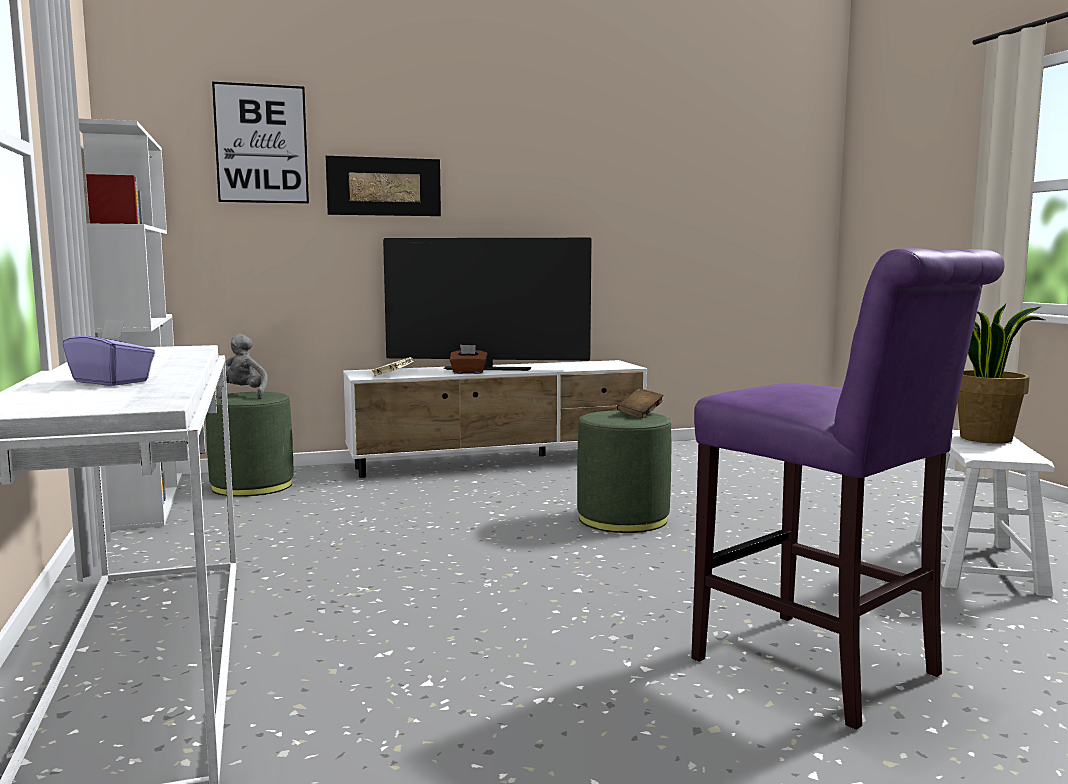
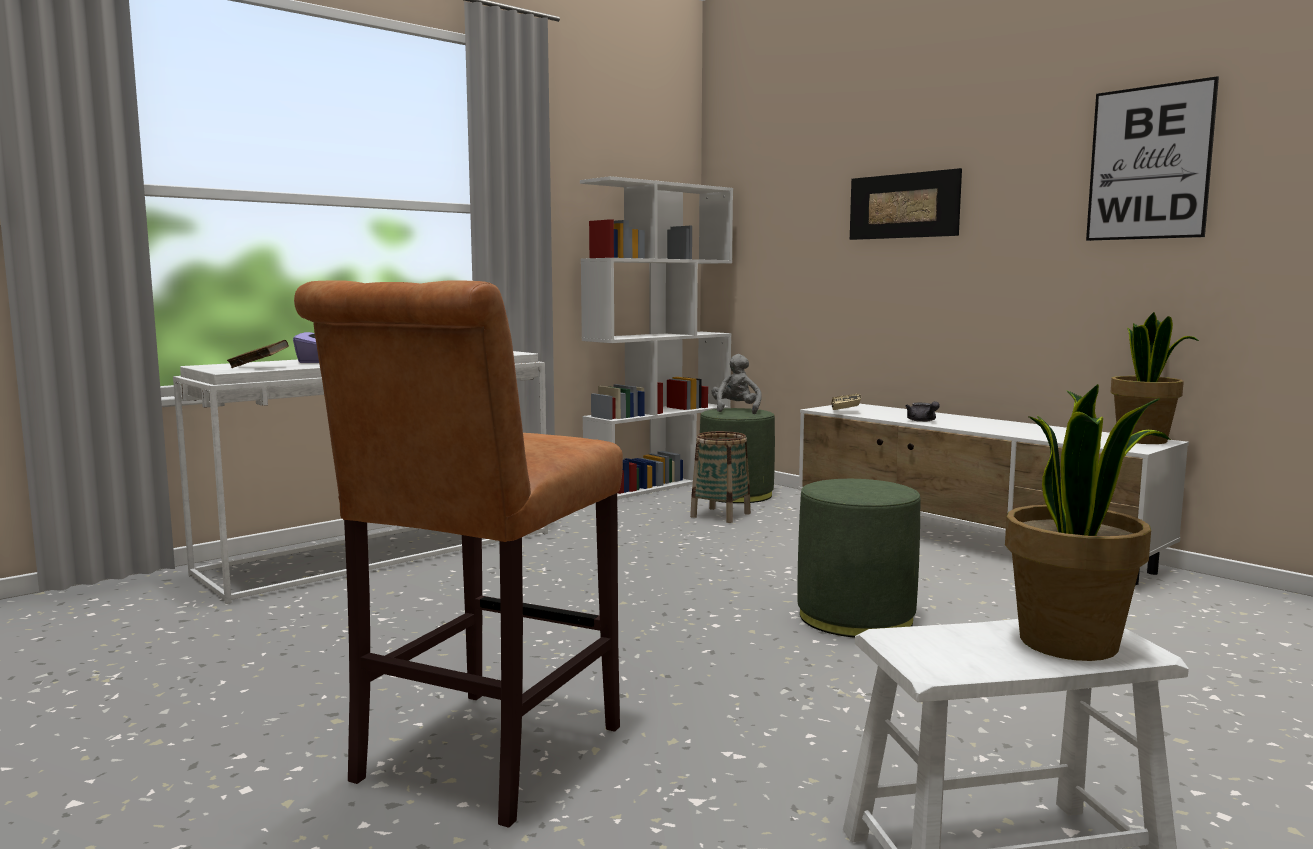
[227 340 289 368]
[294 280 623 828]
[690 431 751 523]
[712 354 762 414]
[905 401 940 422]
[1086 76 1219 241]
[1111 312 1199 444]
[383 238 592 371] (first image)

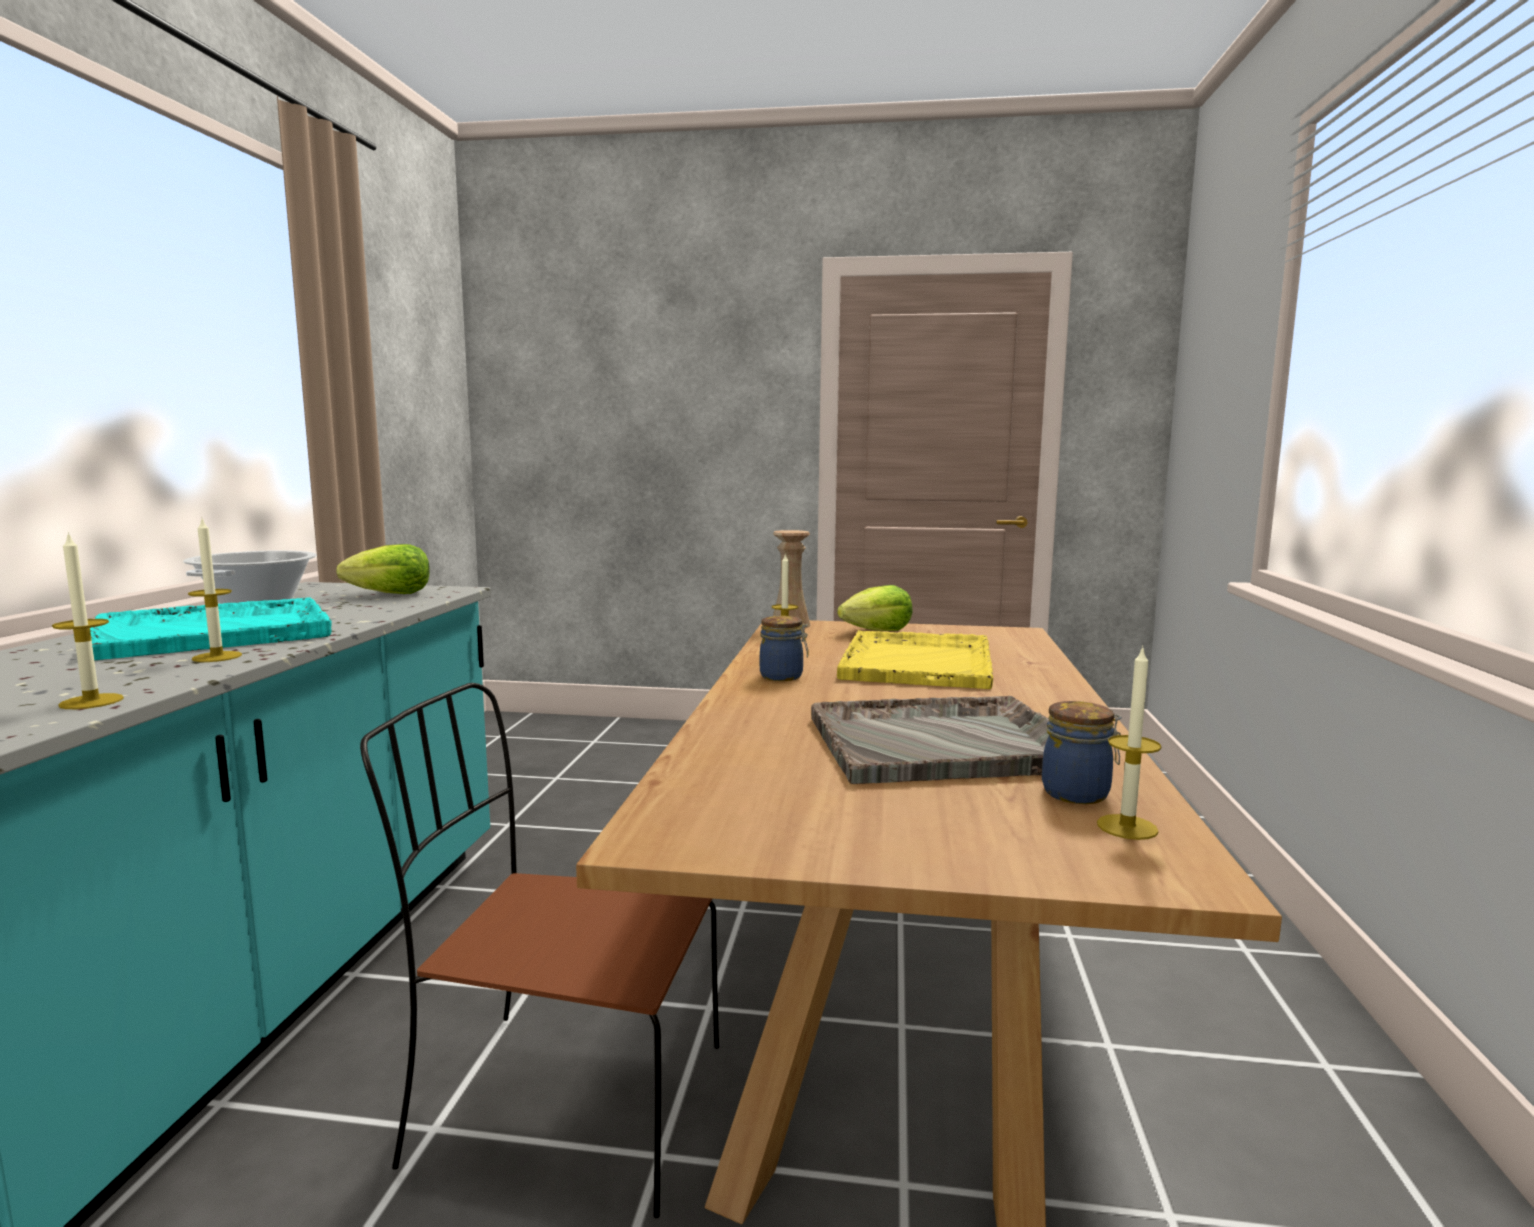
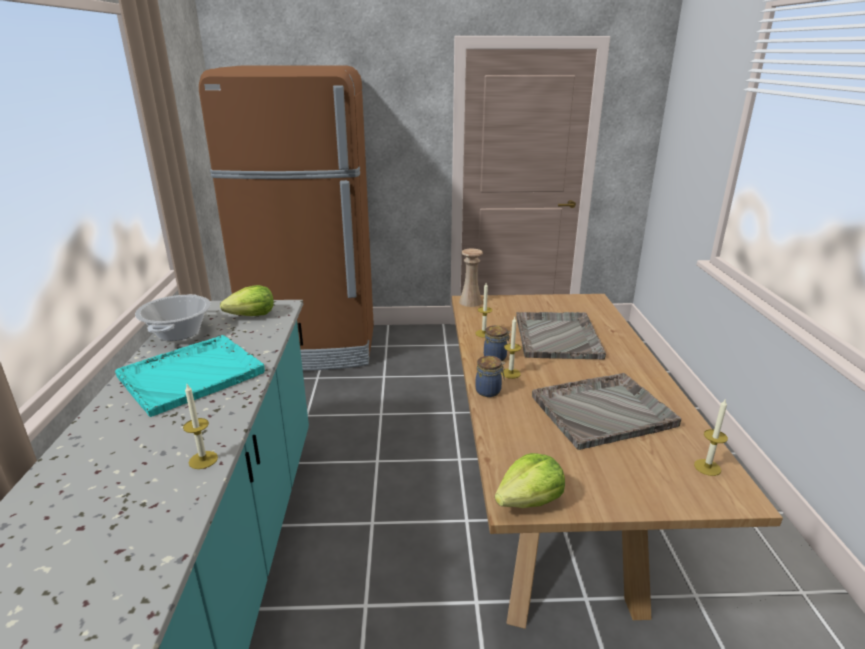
[199 65 374 371]
[475 356 505 397]
[495 453 565 508]
[501 317 521 379]
[516 312 606 359]
[360 683 719 1218] (first image)

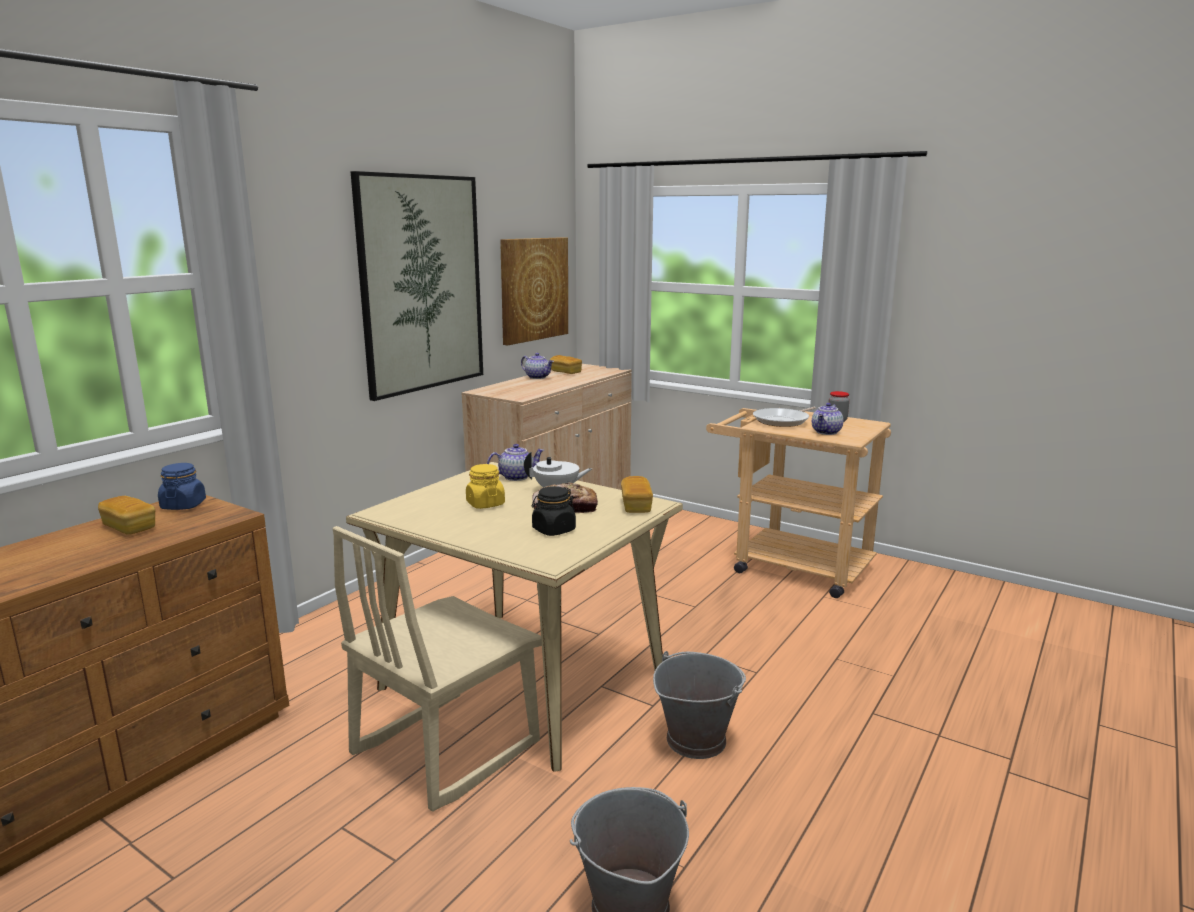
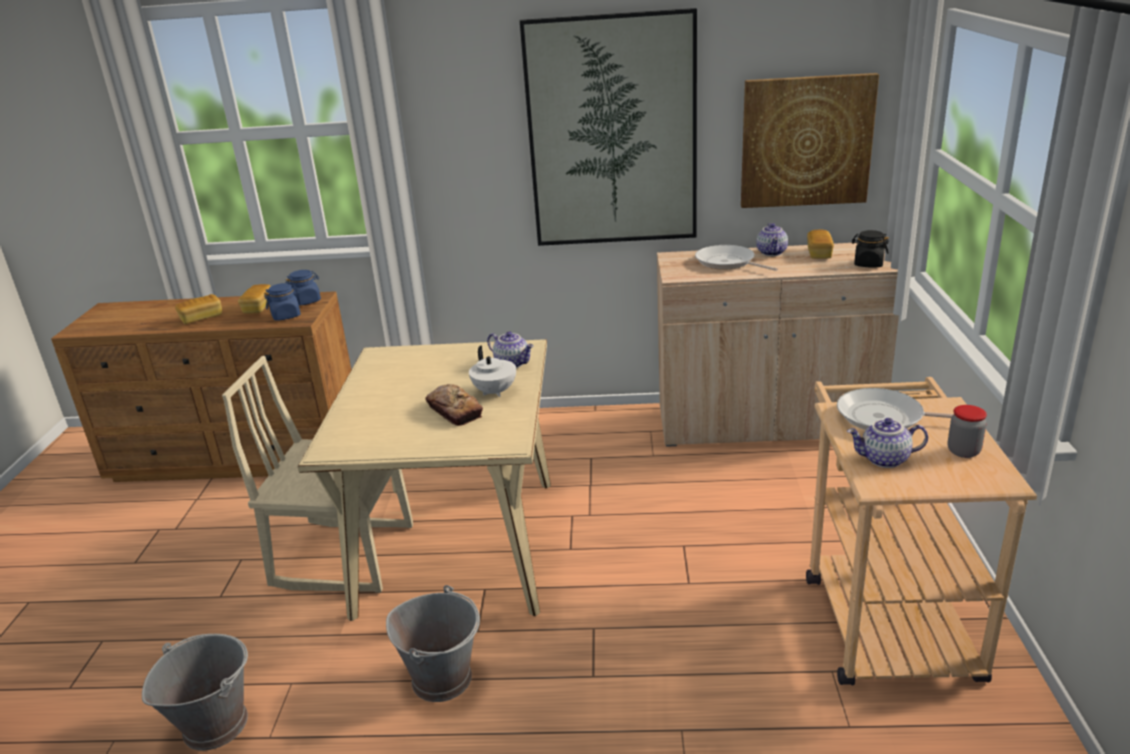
[175 294 222 324]
[264 283 301 321]
[695 245 778 271]
[852 230 889 267]
[466 464 505 509] (first image)

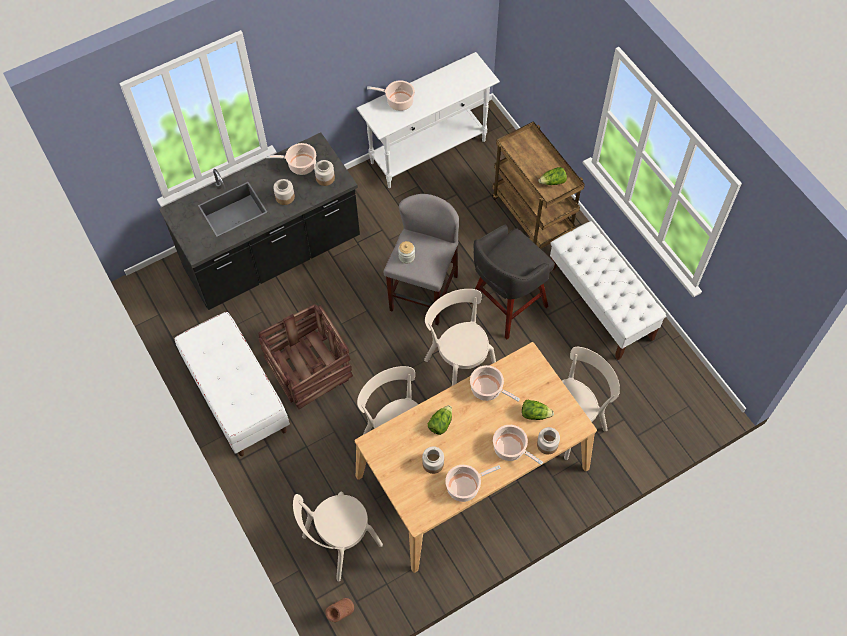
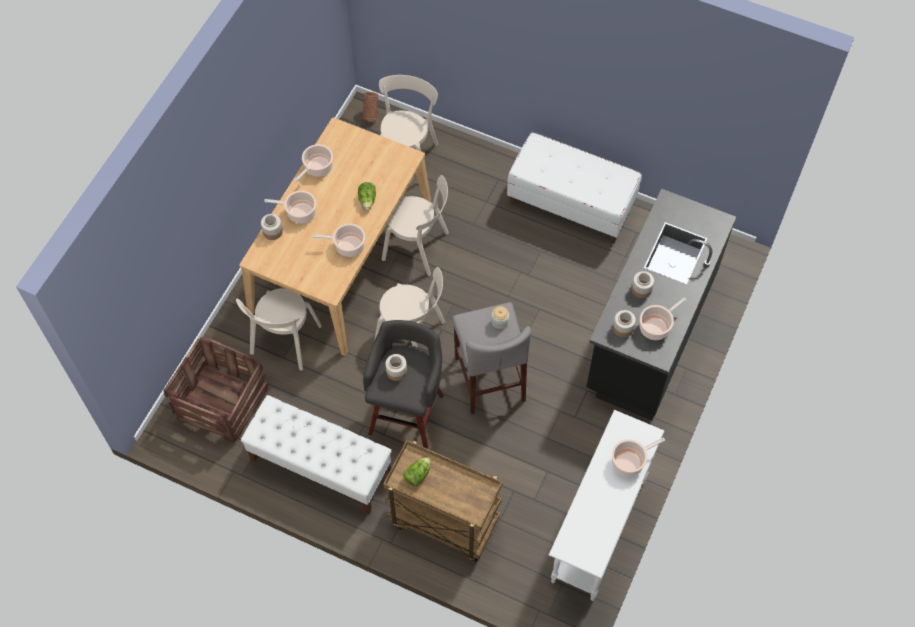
[163 336 268 443]
[385 354 407 381]
[522 399 554 420] (first image)

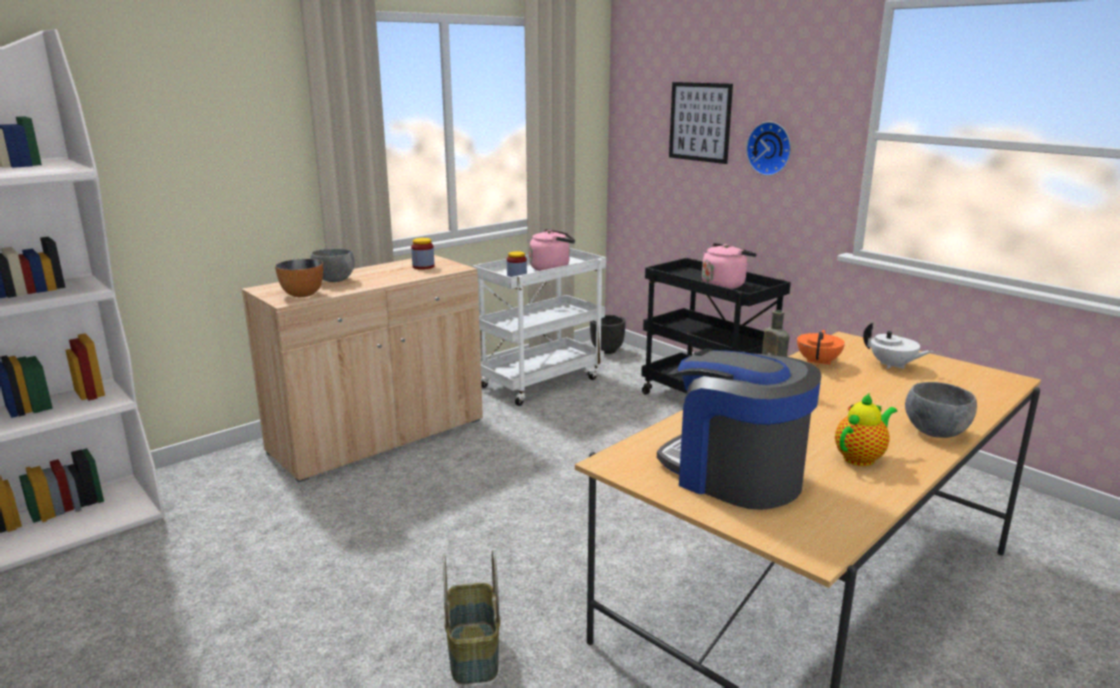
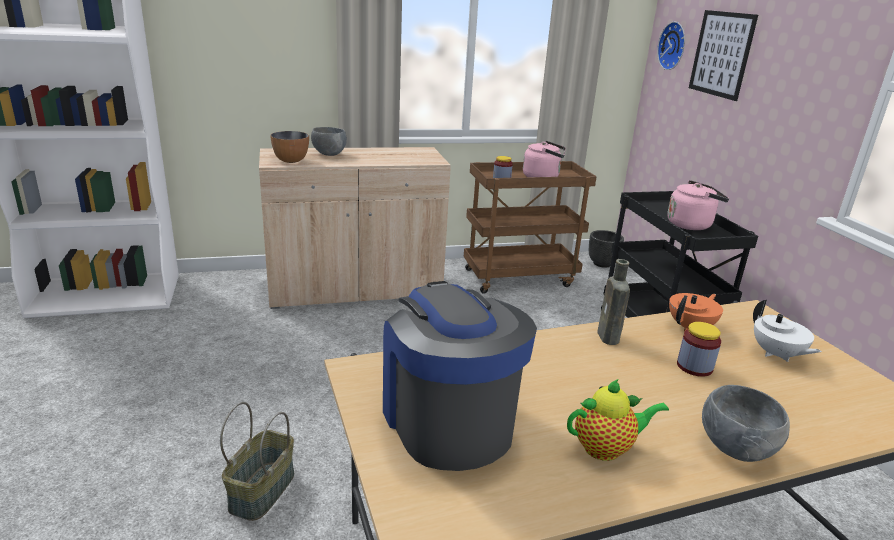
[464 161 597 294]
[657 22 685 70]
[677 322 721 377]

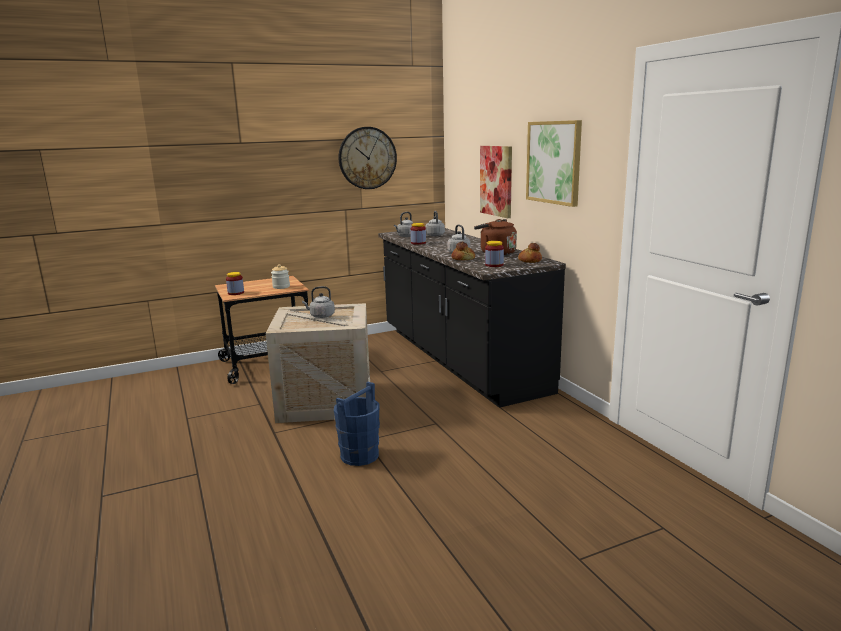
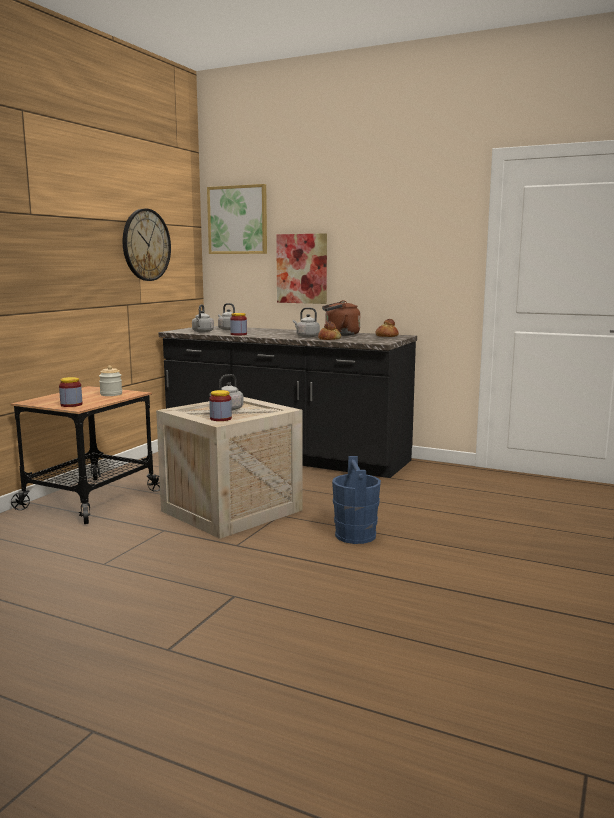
[207 184 267 254]
[209 390 232 421]

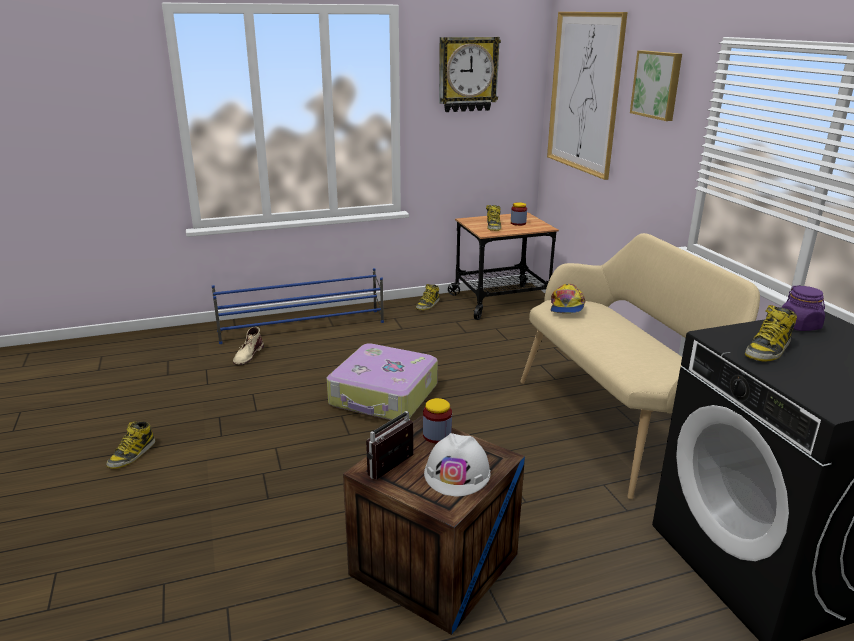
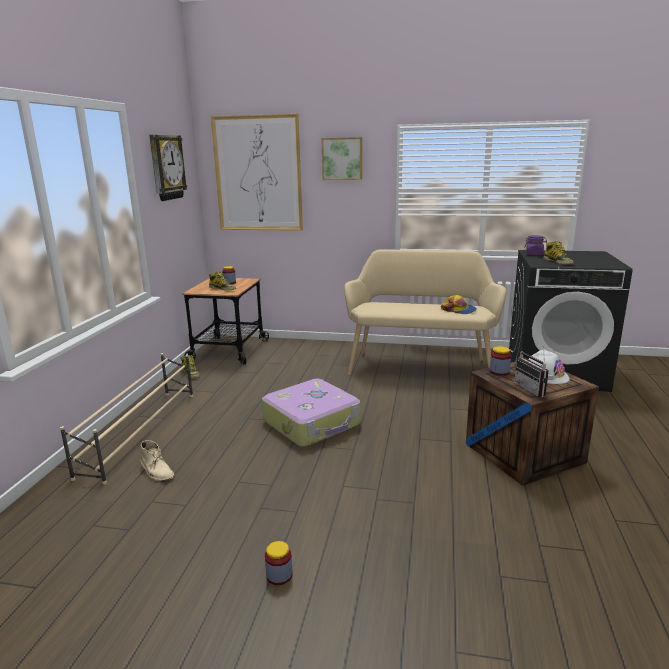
[60 353 193 485]
[265 541 292 585]
[441 295 477 314]

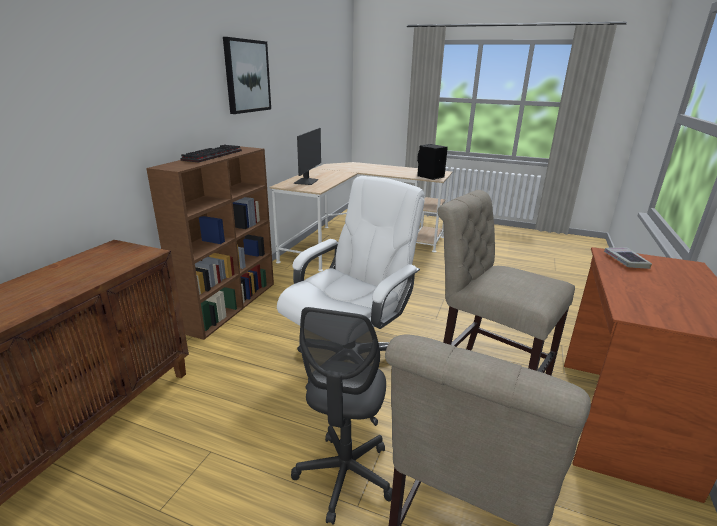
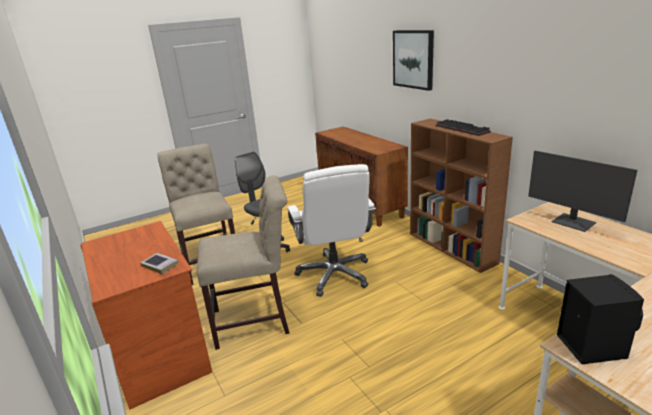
[393 30 434 91]

